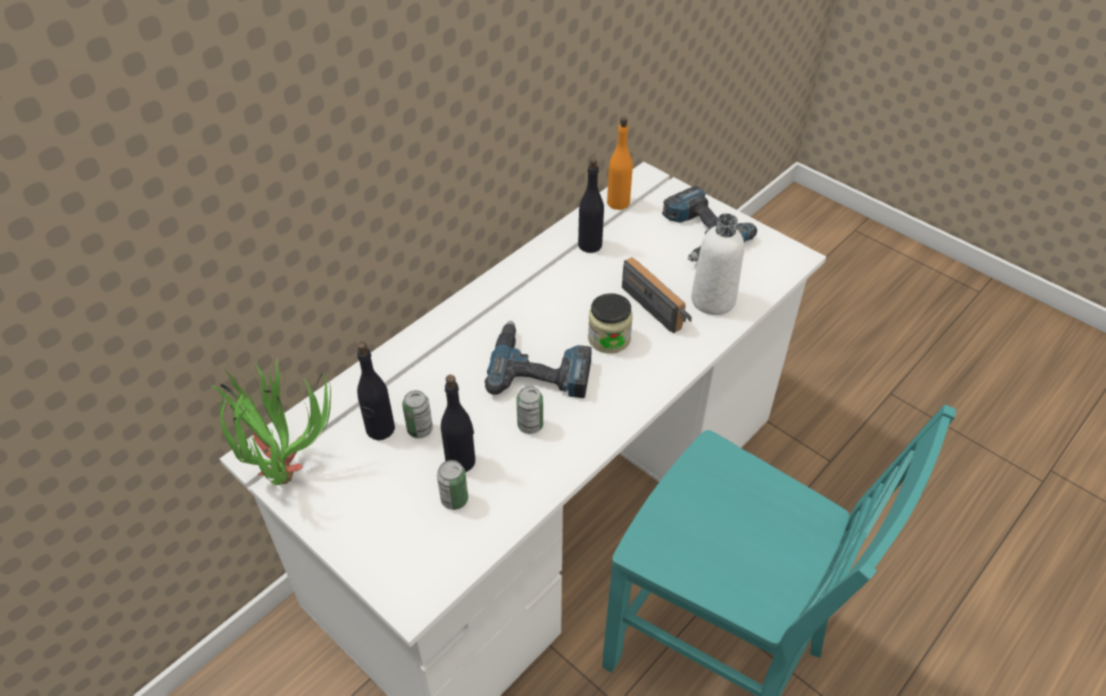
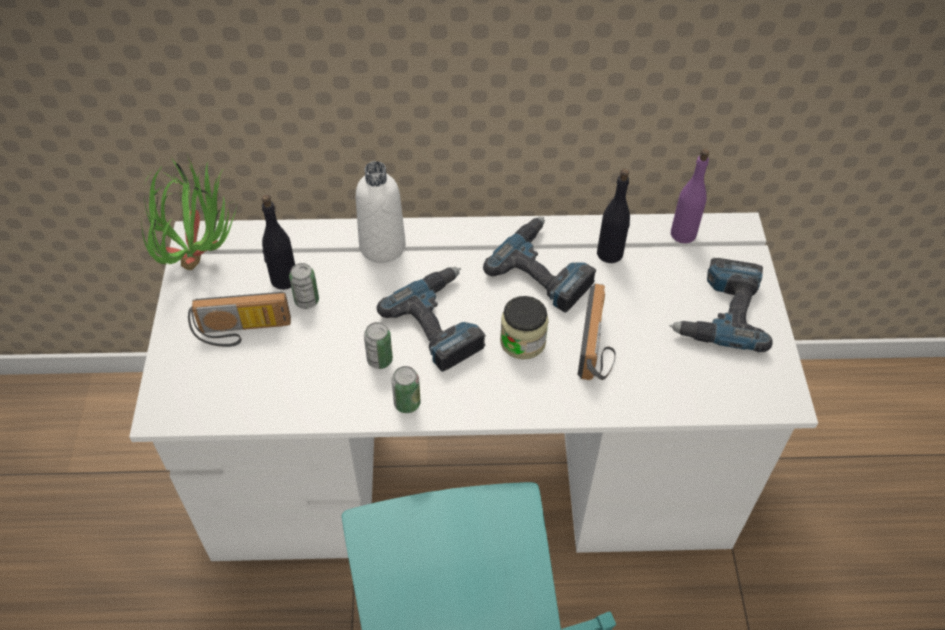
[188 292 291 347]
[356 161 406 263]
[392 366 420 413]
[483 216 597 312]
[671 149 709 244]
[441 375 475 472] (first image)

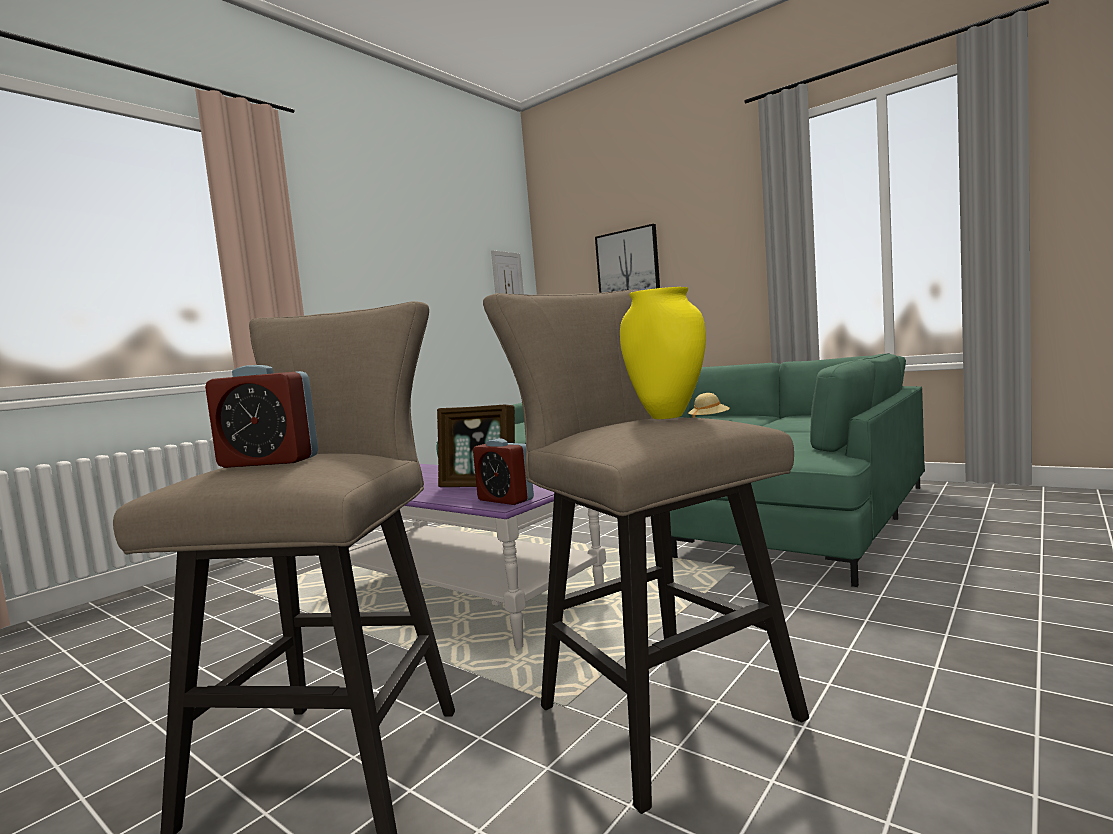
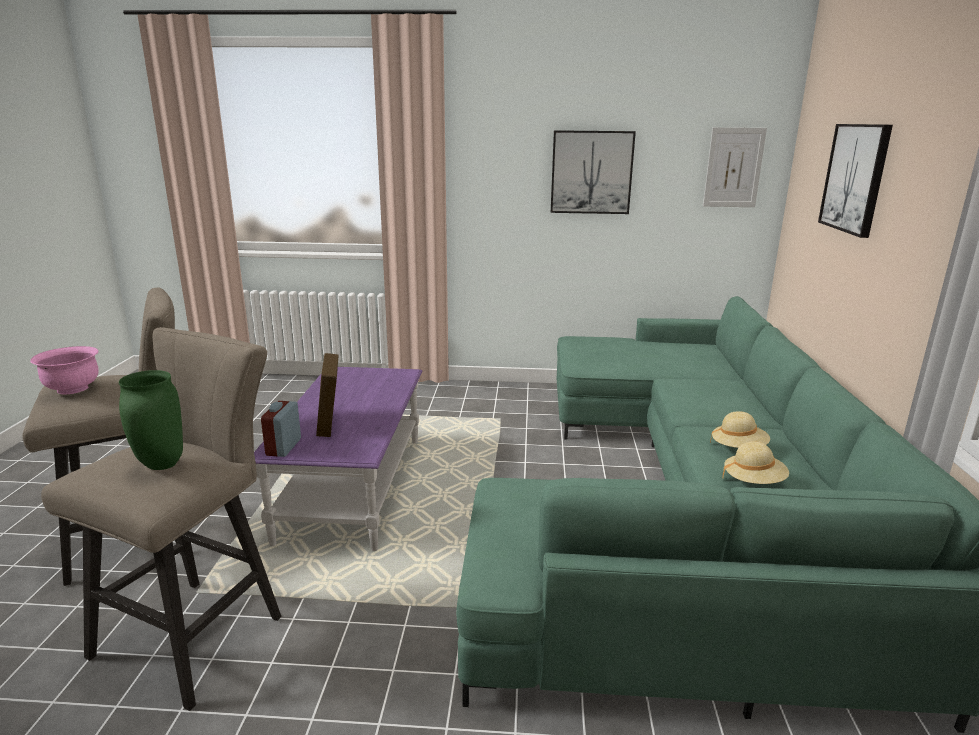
[30 346 99 394]
[119 370 183 470]
[551 130 636 214]
[723 441 789 484]

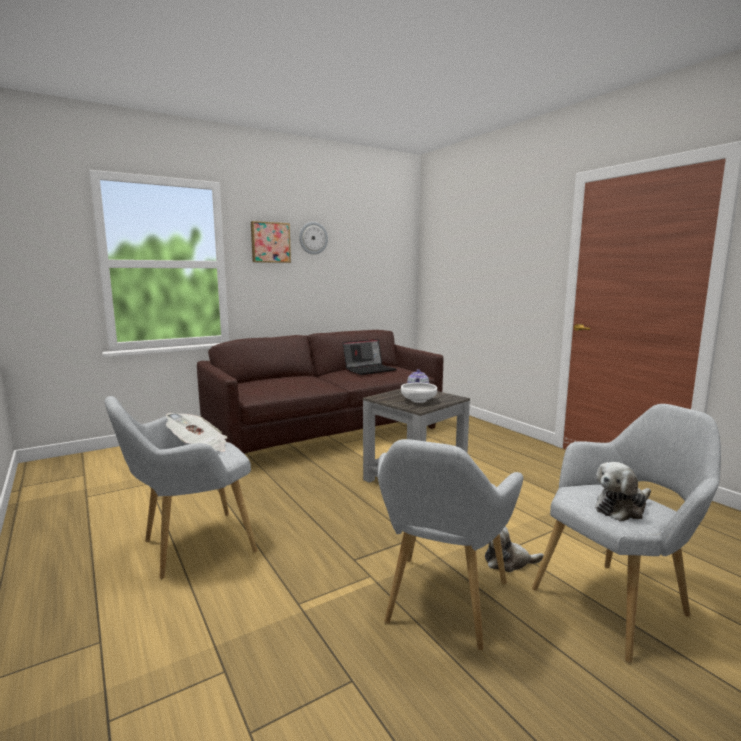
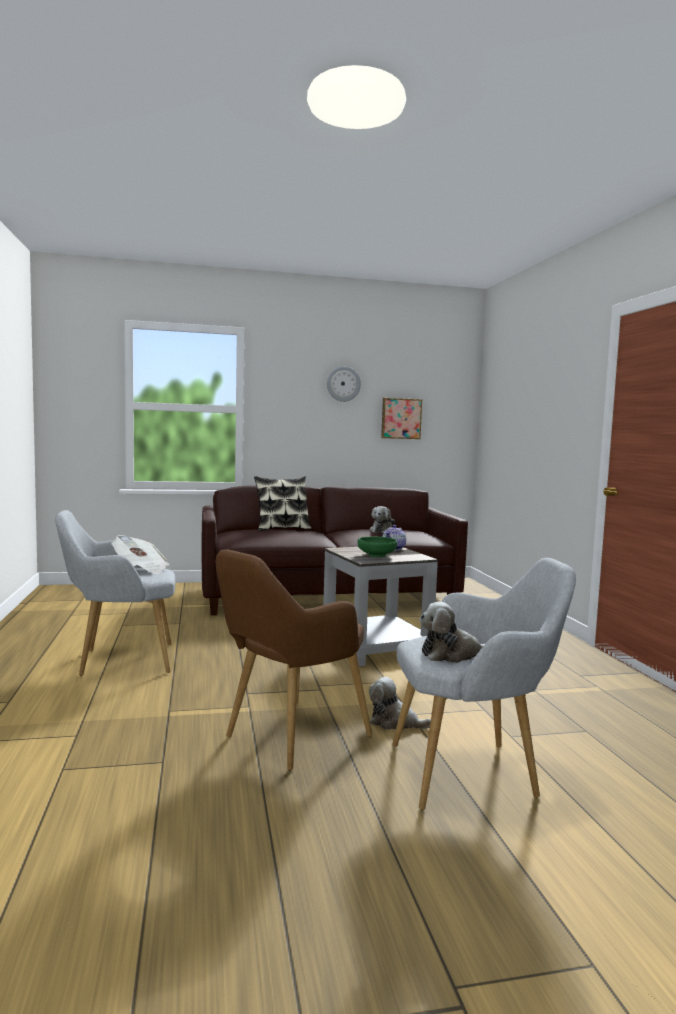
[216 549 372 771]
[254 476 311 531]
[358 537 397 557]
[370 506 395 533]
[381 398 422 439]

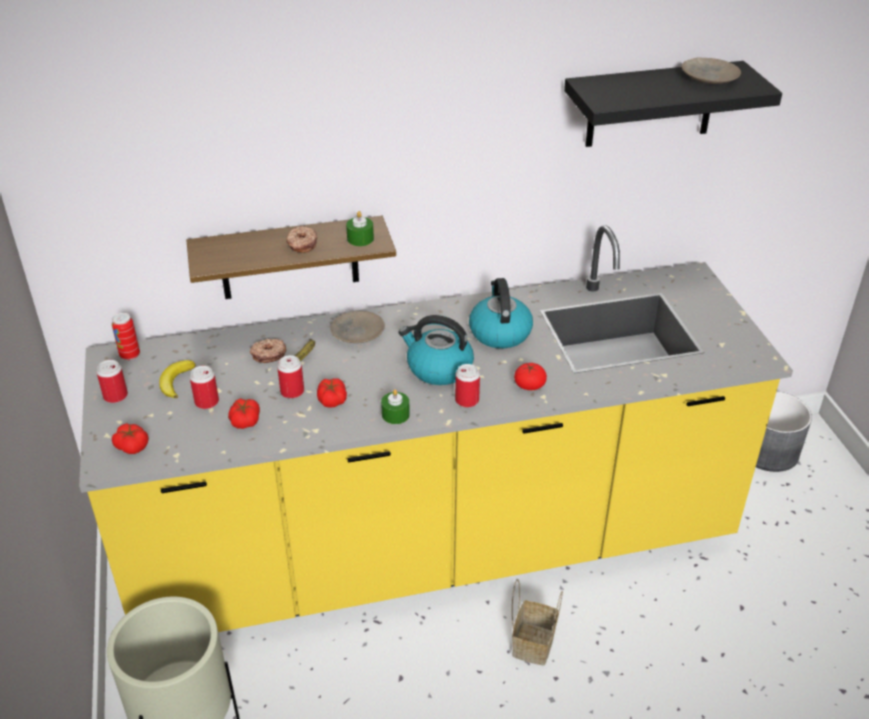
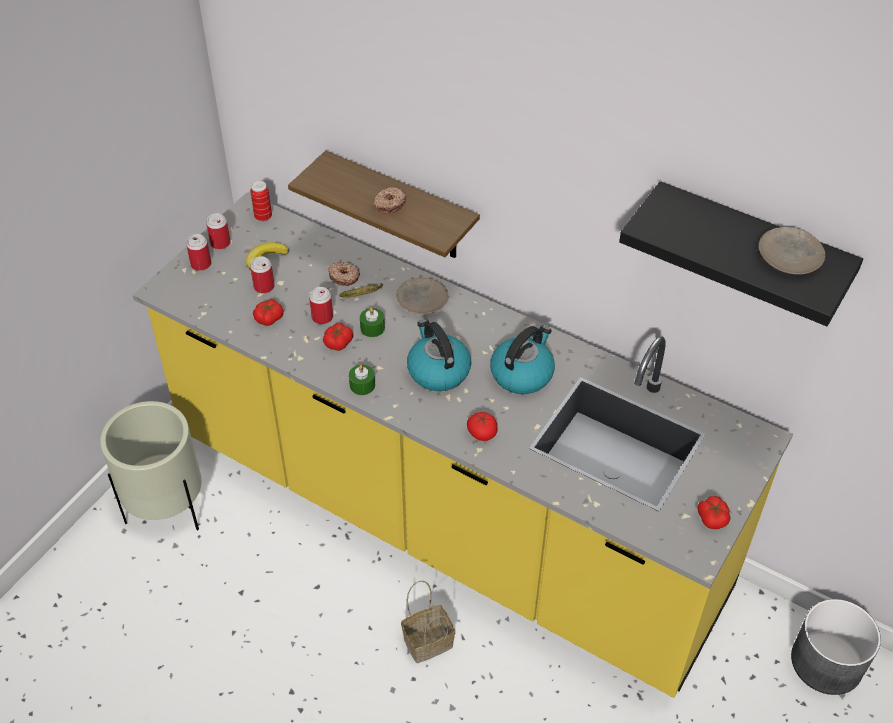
[186 234 211 271]
[360 307 385 337]
[698 496 730 529]

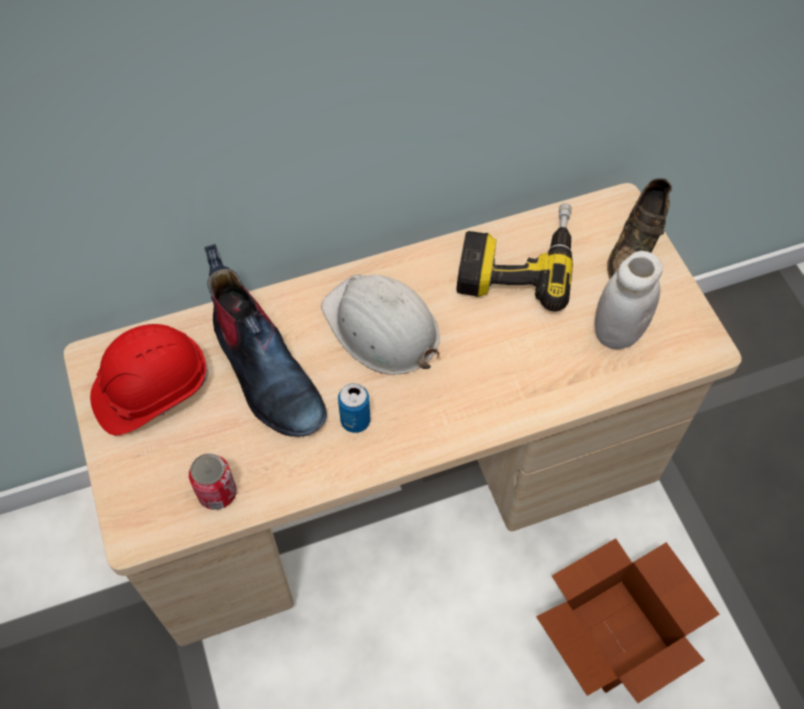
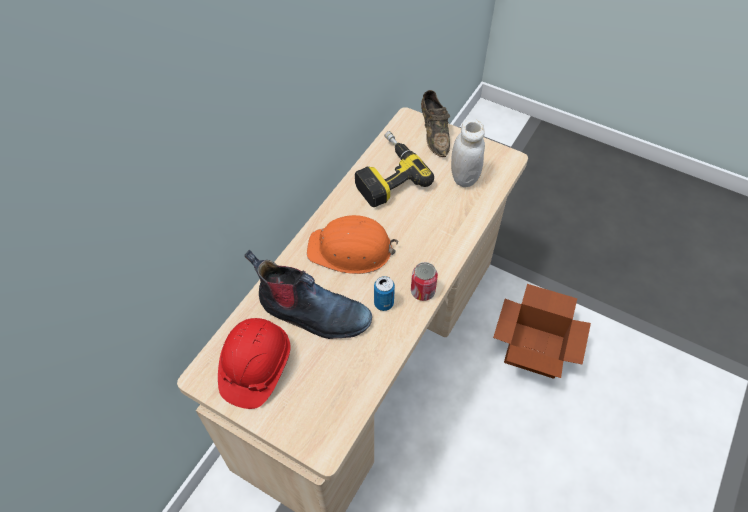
[307 215 398 274]
[411 262 438 301]

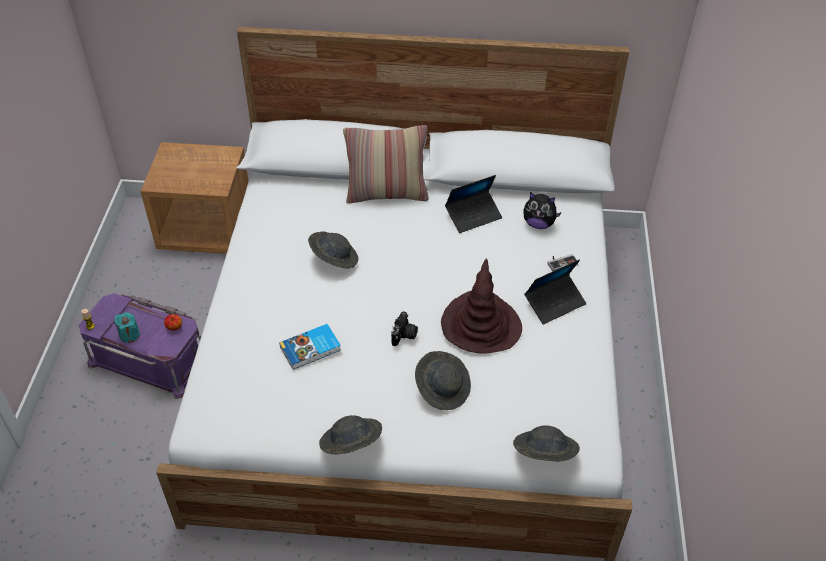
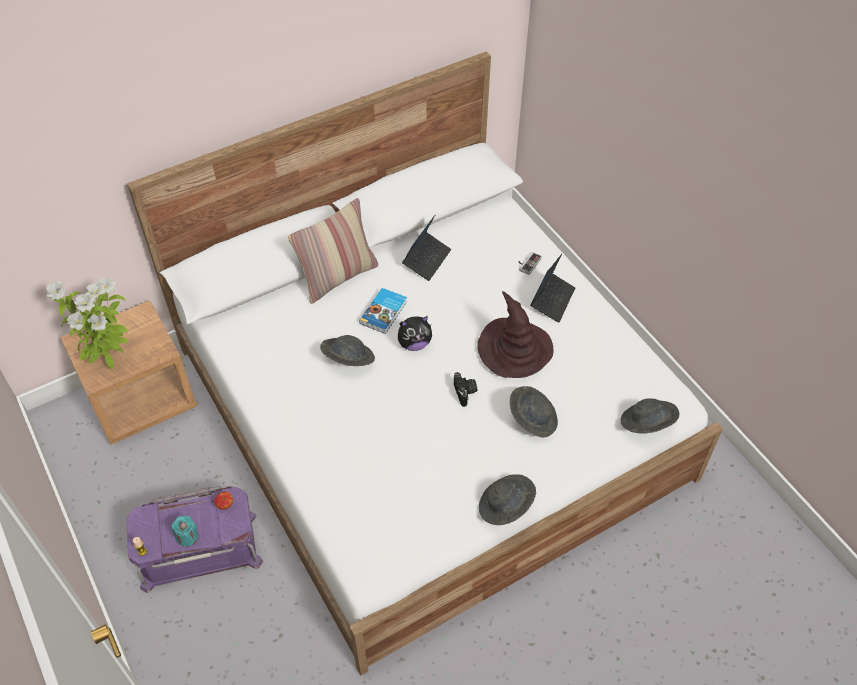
[46 278 129 369]
[359 288 407 334]
[398 316 432 351]

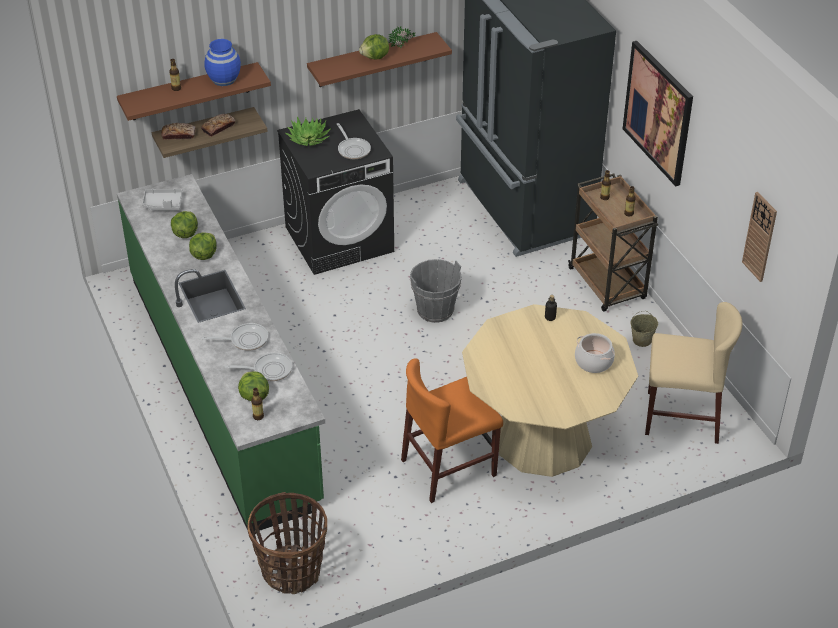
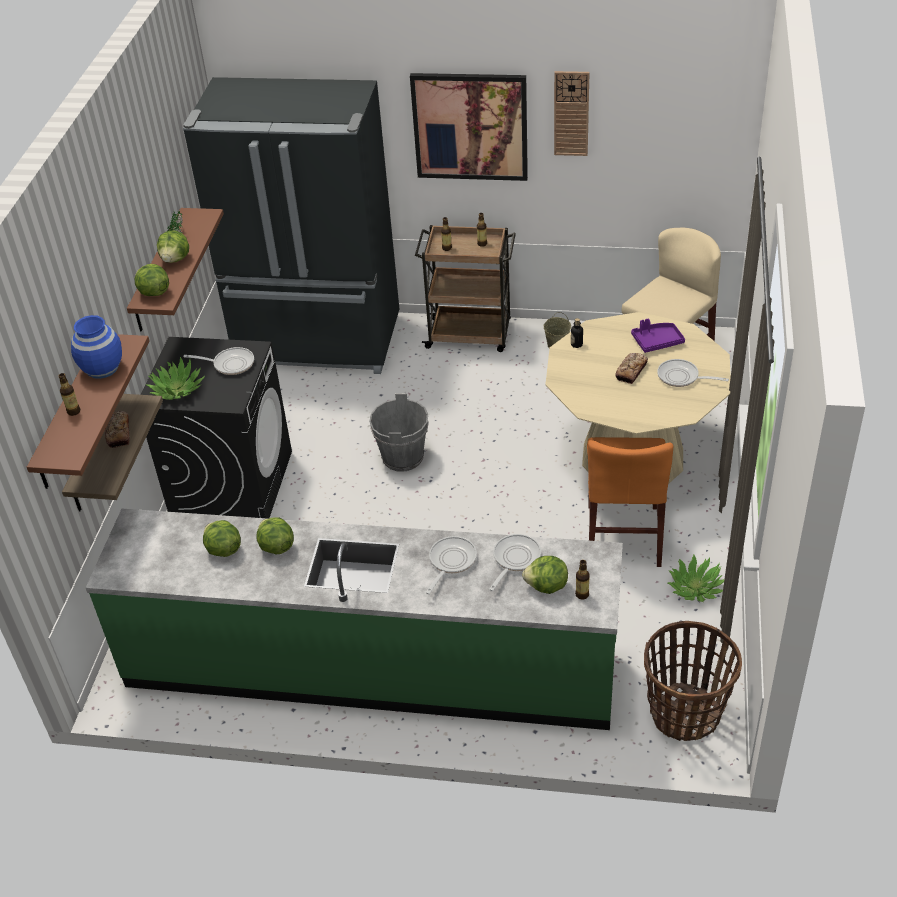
[135 264 169 296]
[554 71 590 156]
[615 353 648 384]
[631 319 685 353]
[657 359 729 387]
[667 554 724 602]
[142 189 183 211] (first image)

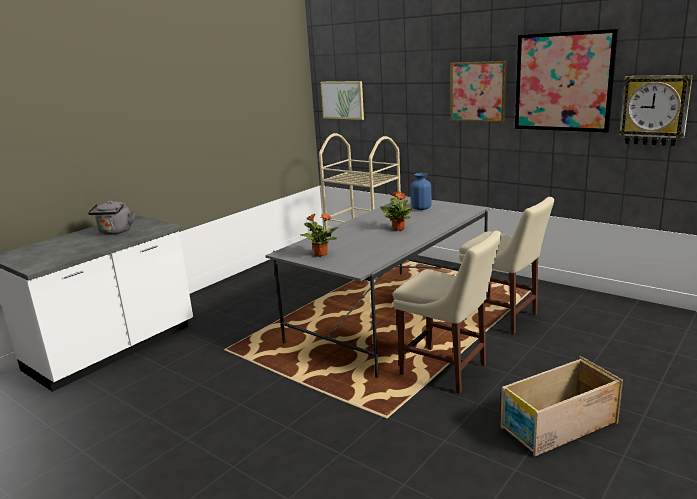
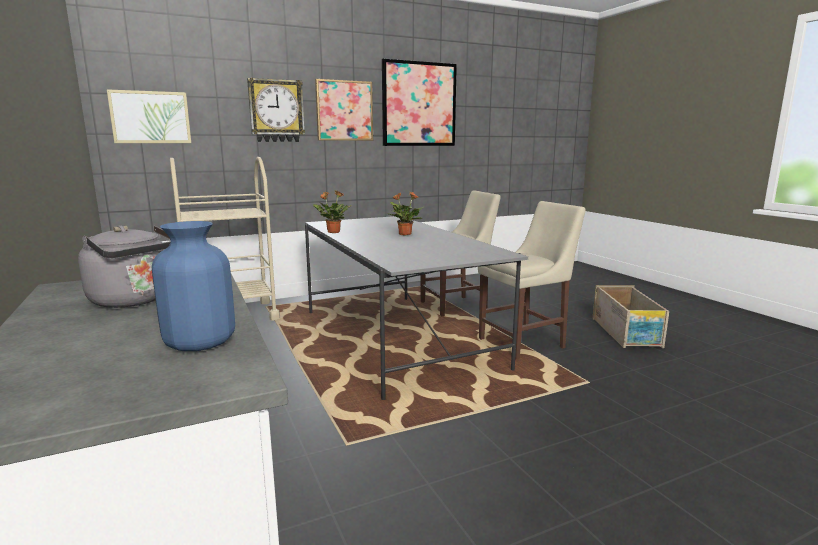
[152 221 235 351]
[247 78 305 142]
[313 190 352 233]

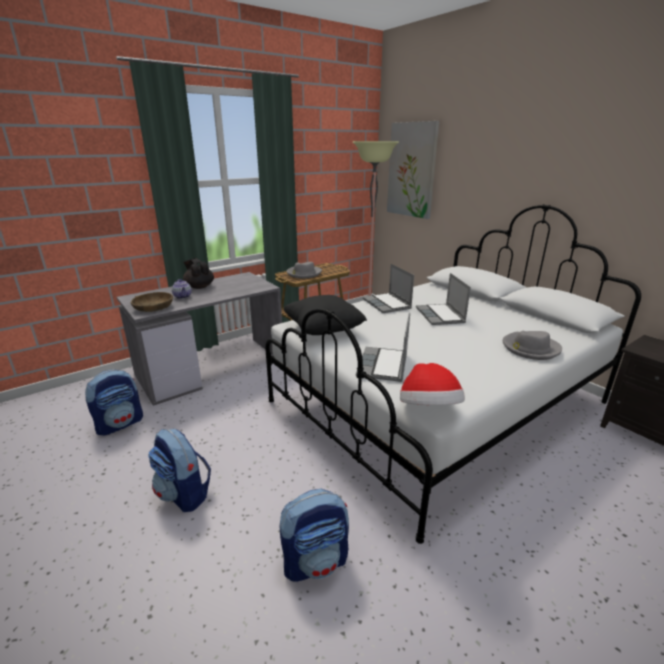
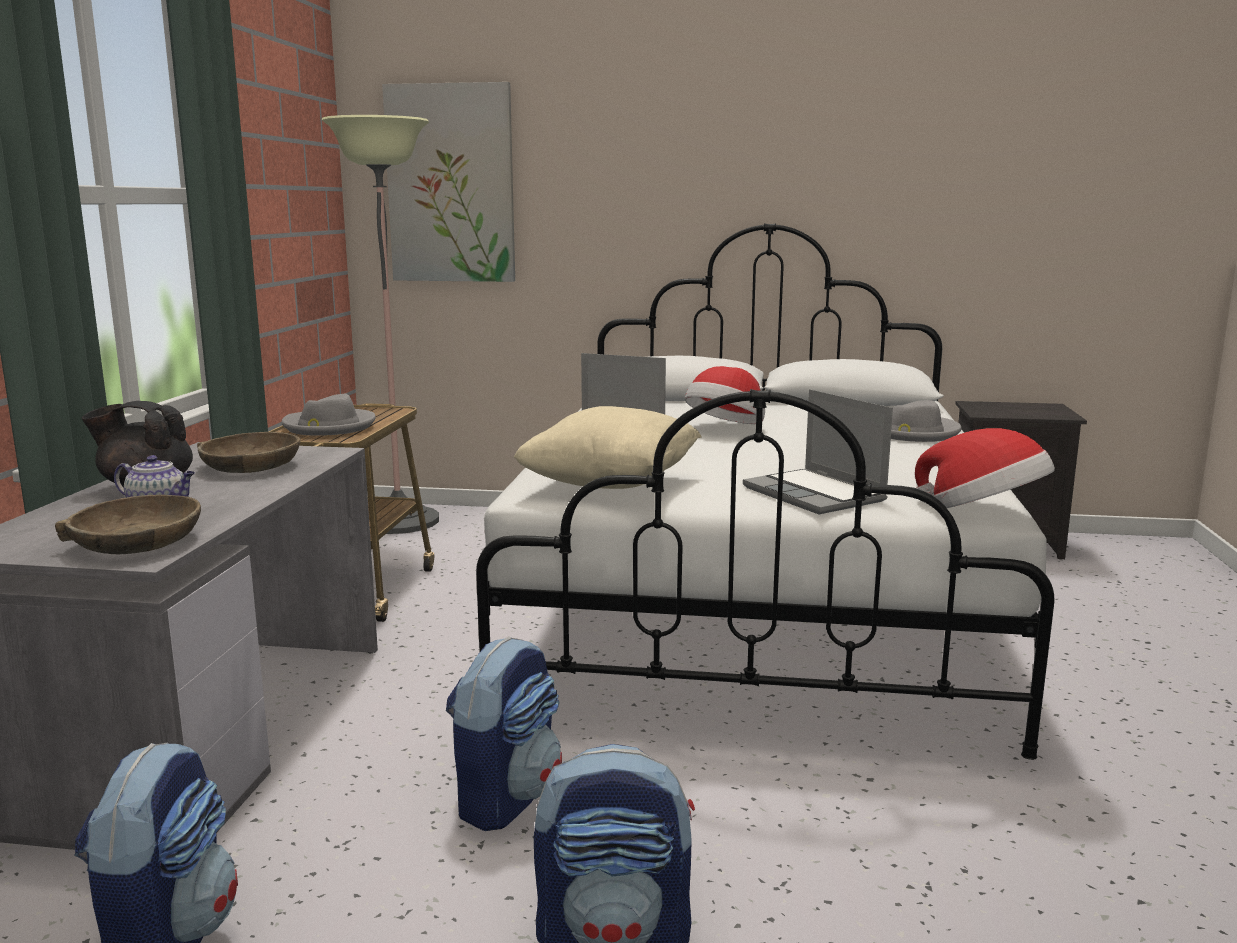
[197 432 300 473]
[446 637 562 831]
[514 406 702 489]
[685 366 765 424]

